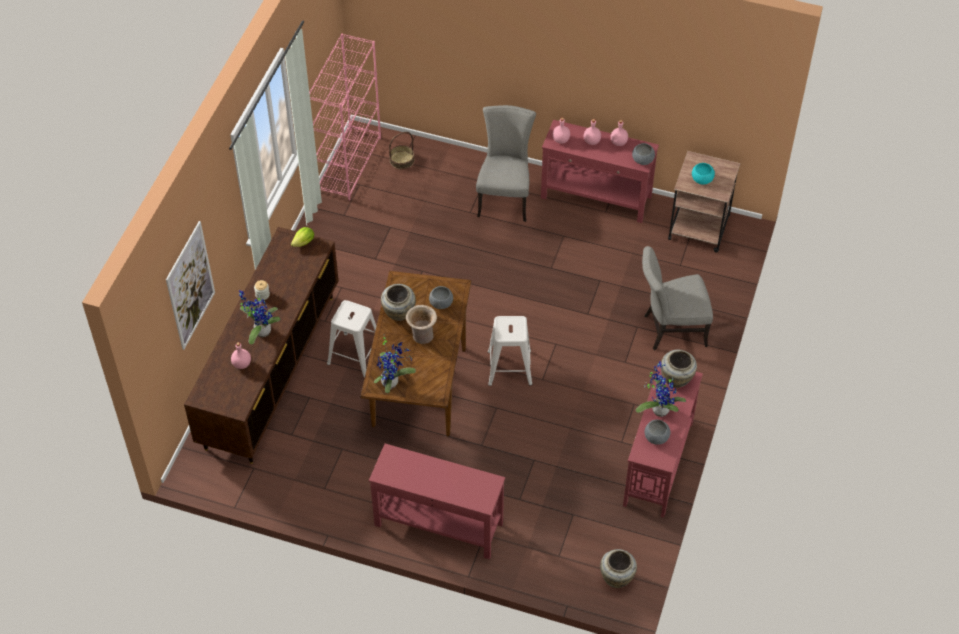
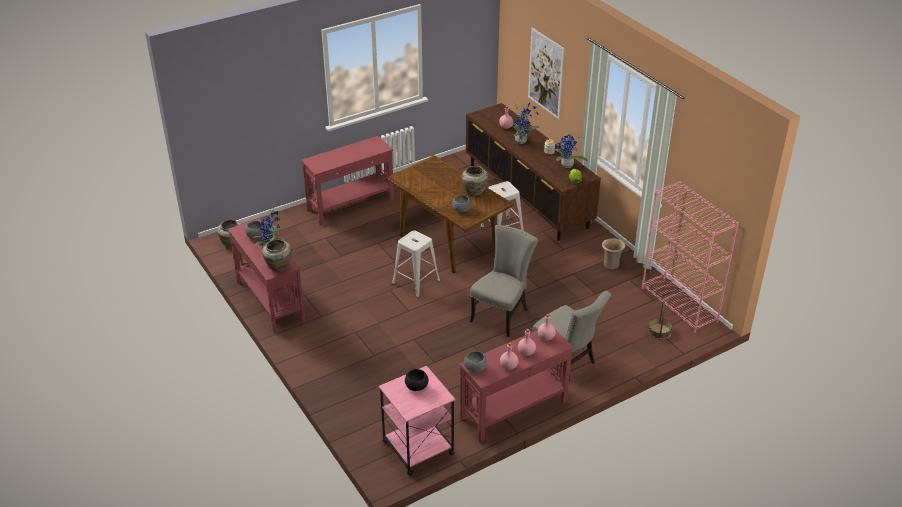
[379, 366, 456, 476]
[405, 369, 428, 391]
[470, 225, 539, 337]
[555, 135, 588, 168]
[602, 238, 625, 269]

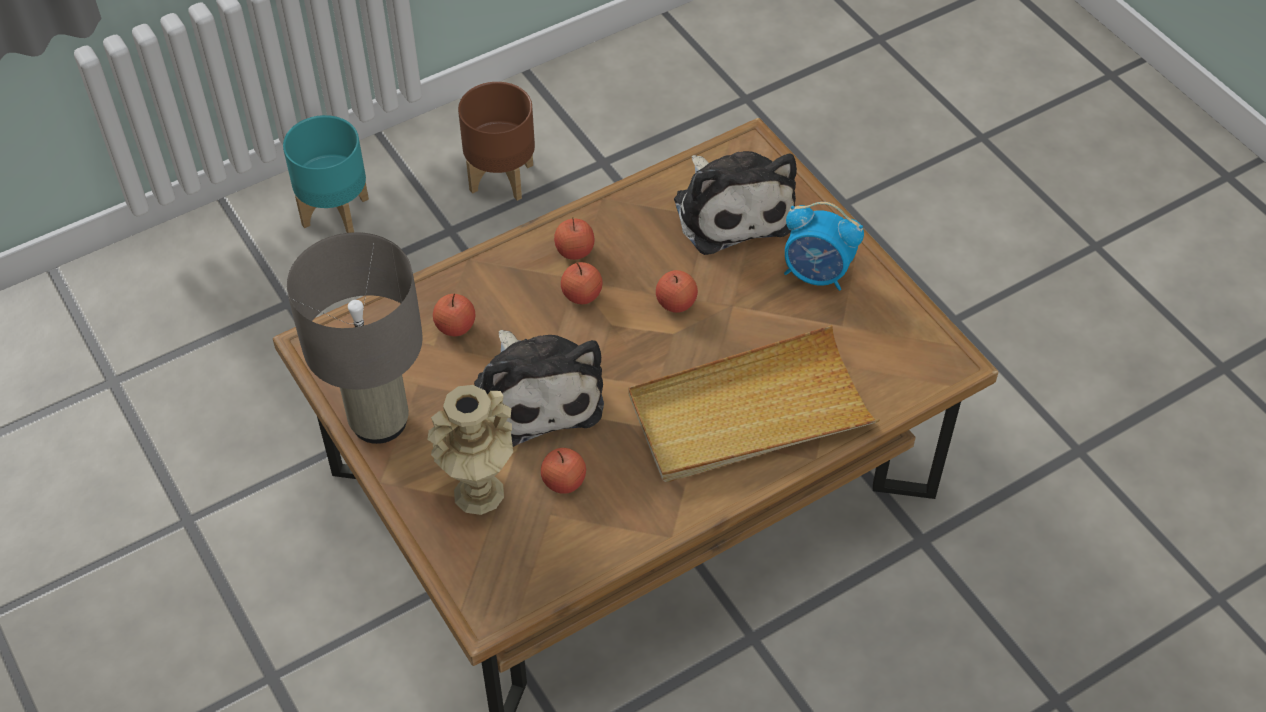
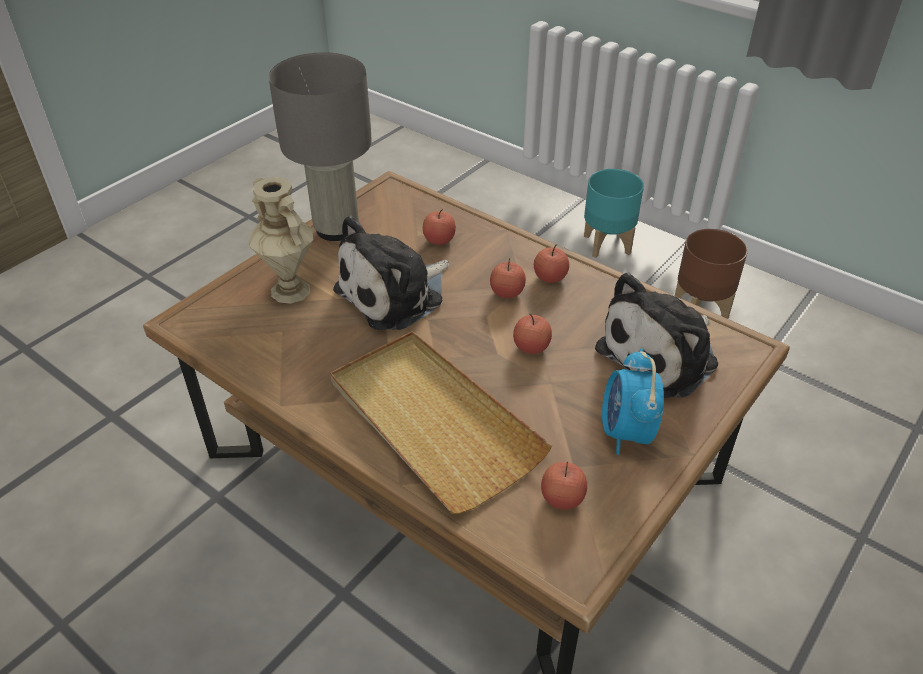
[541, 462, 587, 510]

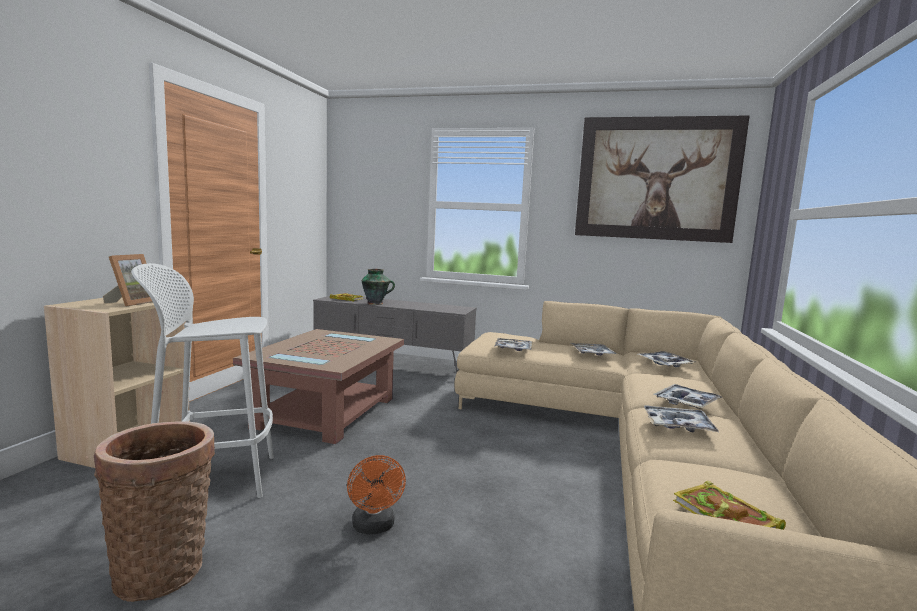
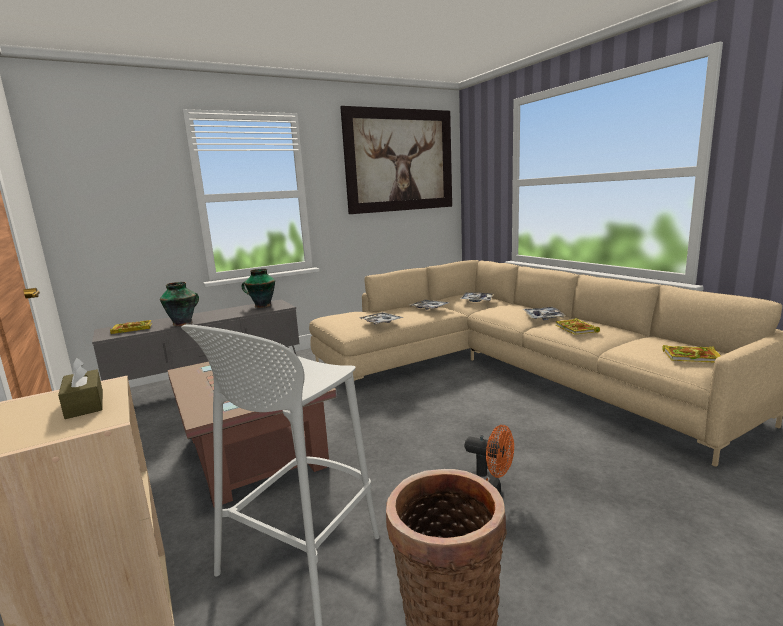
[58, 357, 103, 419]
[242, 269, 275, 308]
[555, 318, 600, 335]

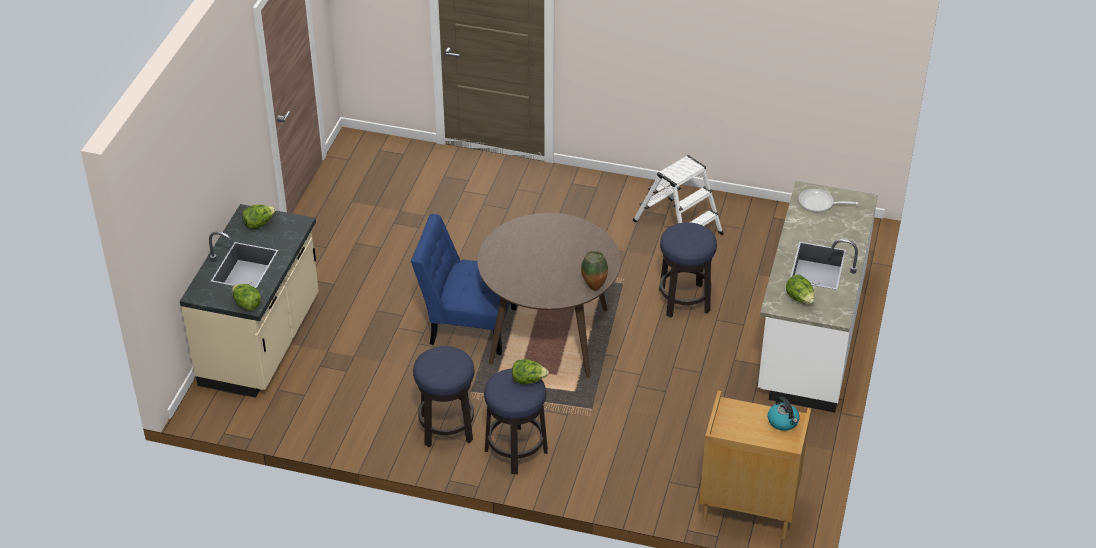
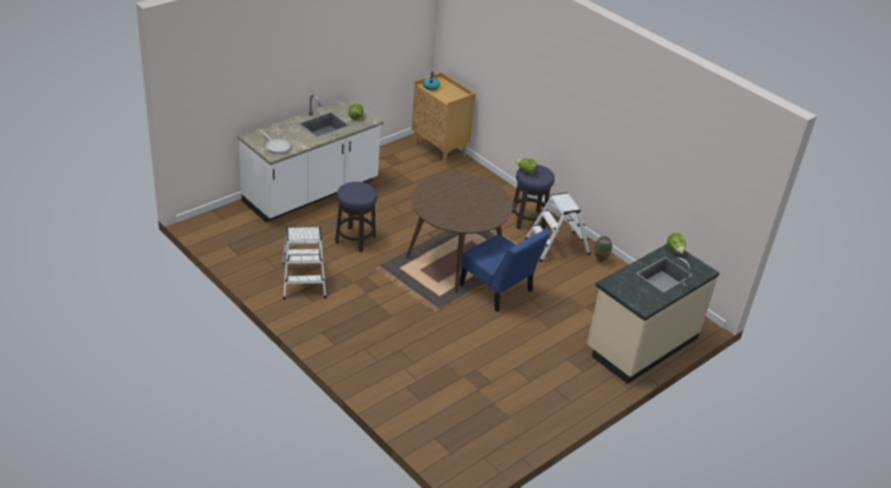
[525, 192, 591, 262]
[594, 236, 612, 262]
[242, 205, 276, 229] (first image)

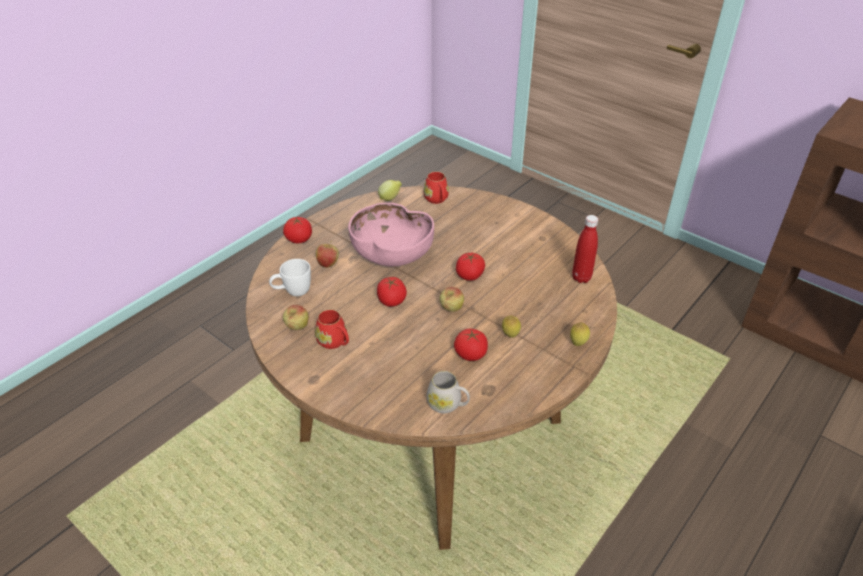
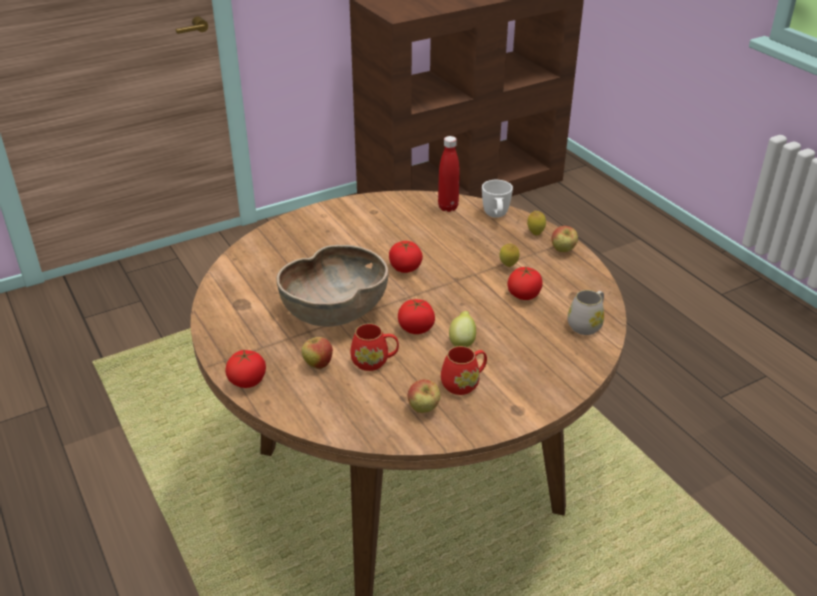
[277, 245, 389, 327]
[351, 323, 399, 371]
[449, 311, 476, 347]
[482, 180, 513, 218]
[552, 226, 578, 252]

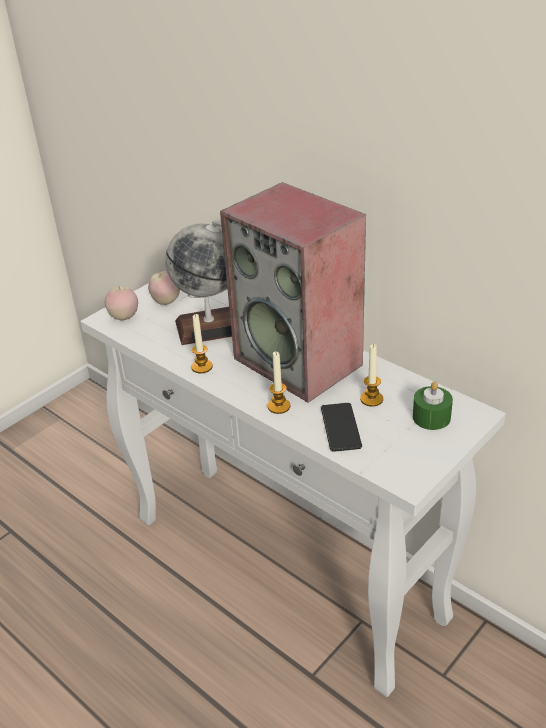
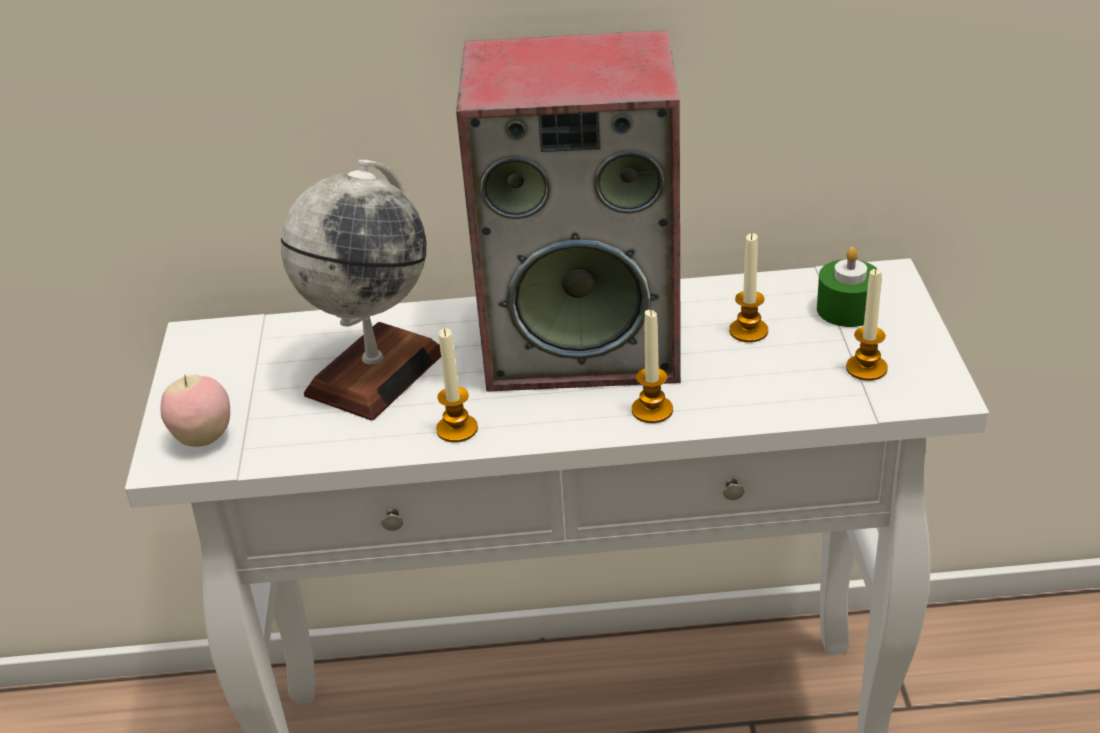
[846, 268, 888, 381]
[148, 271, 180, 305] (first image)
[321, 403, 362, 452] (first image)

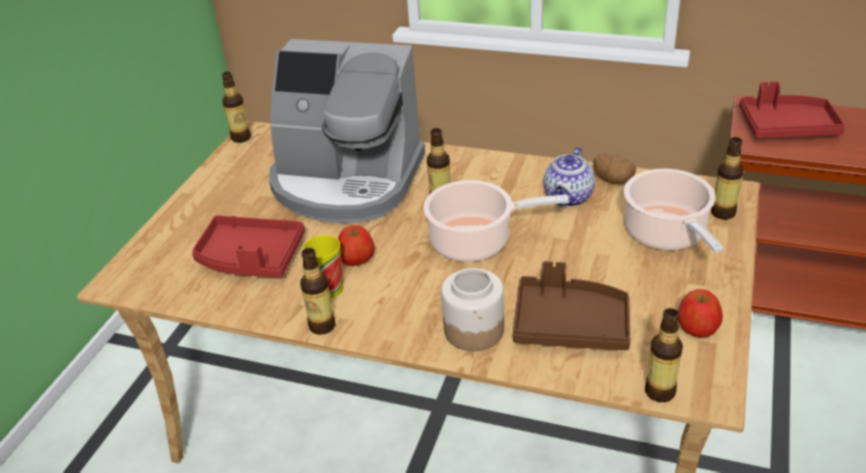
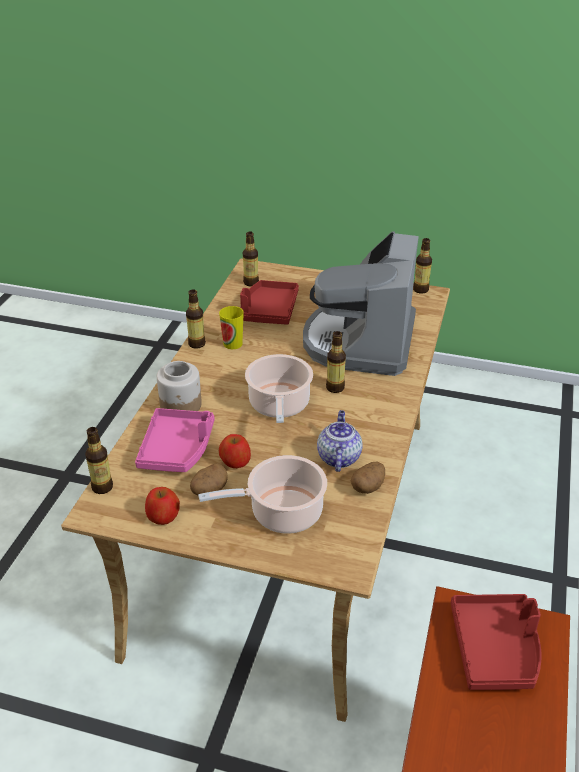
[135, 408, 214, 472]
[190, 463, 228, 495]
[219, 434, 251, 468]
[243, 232, 259, 286]
[317, 410, 362, 472]

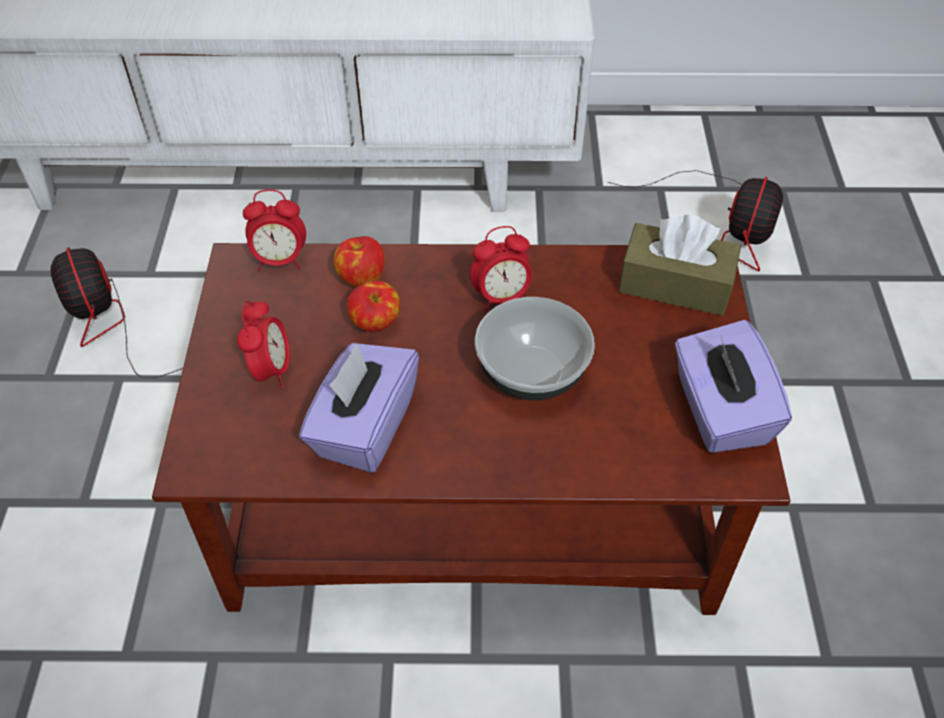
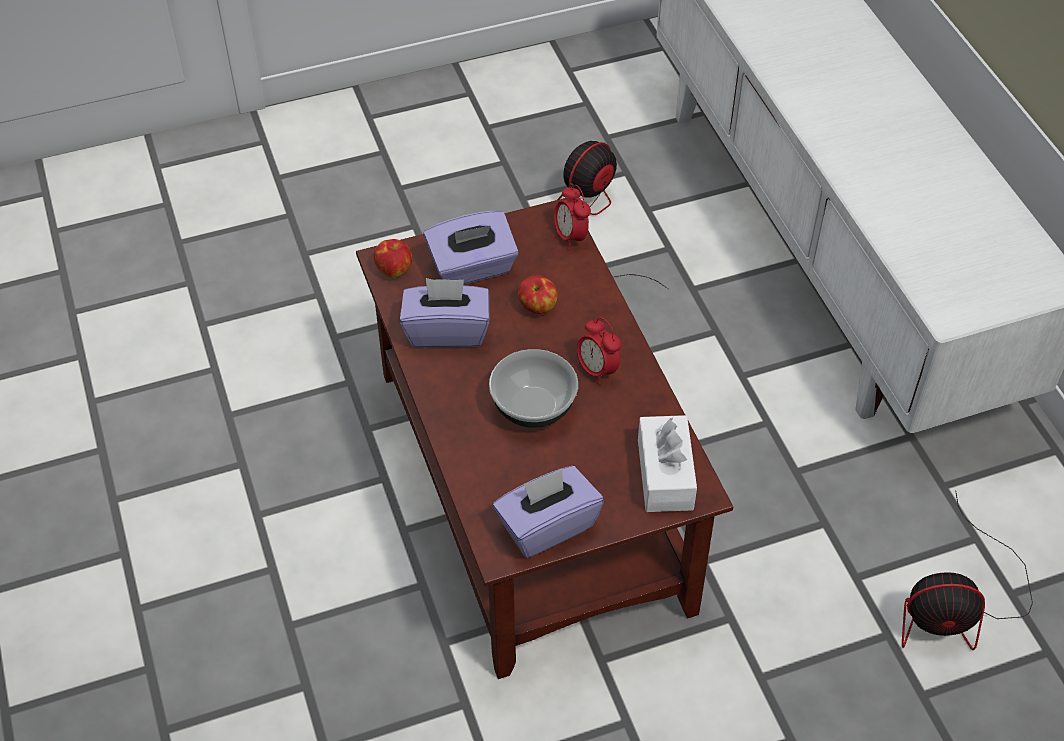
[374, 239, 412, 278]
[423, 211, 518, 285]
[638, 415, 697, 512]

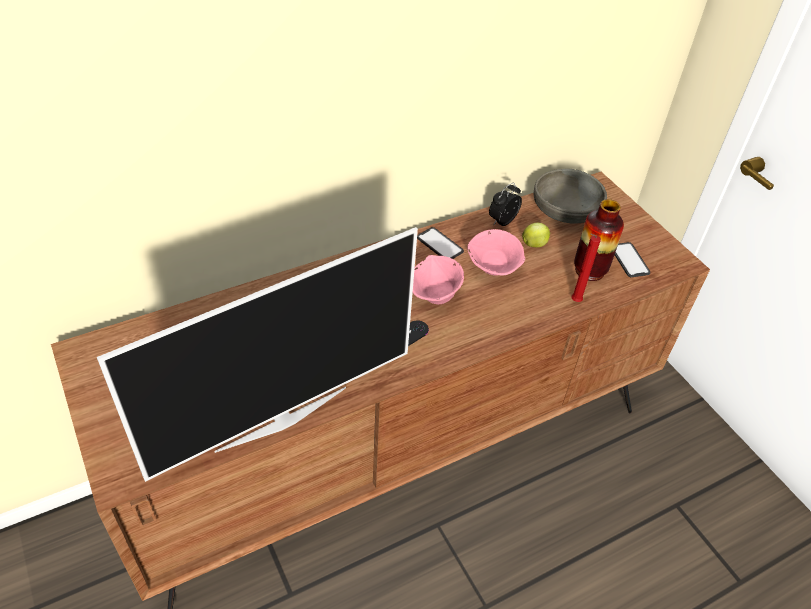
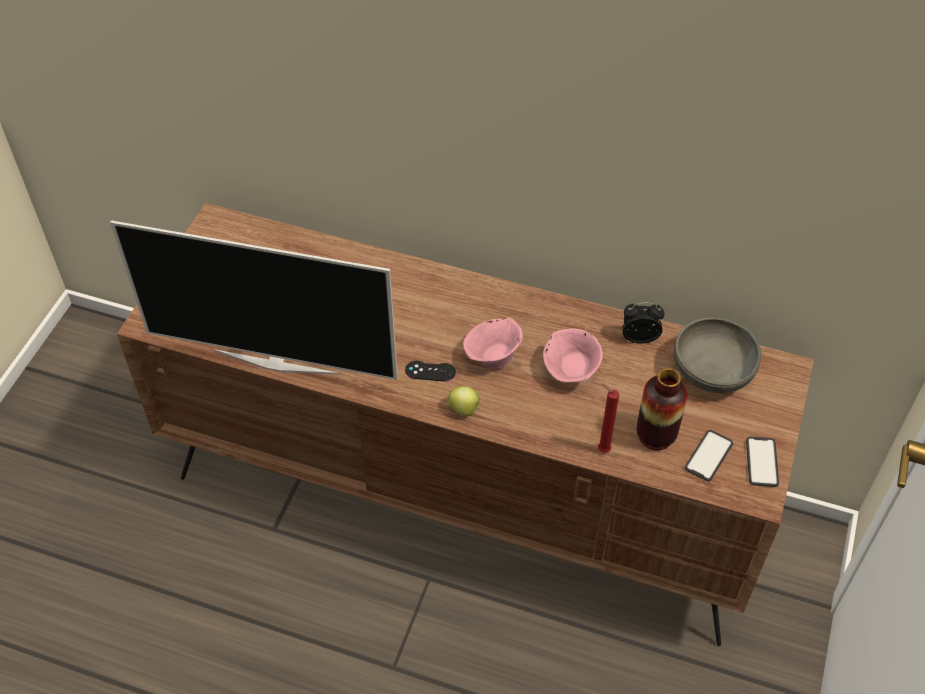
[448, 386, 480, 416]
[746, 437, 779, 487]

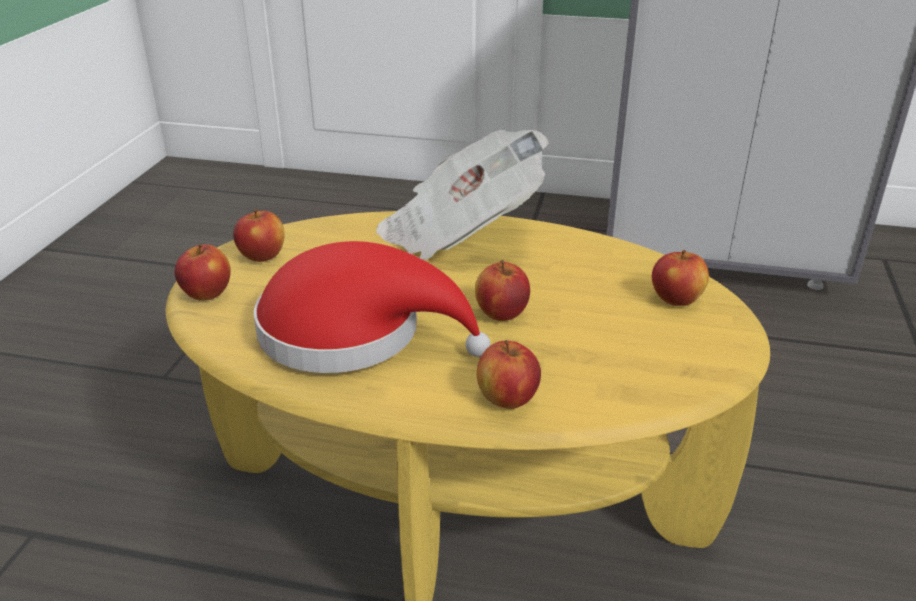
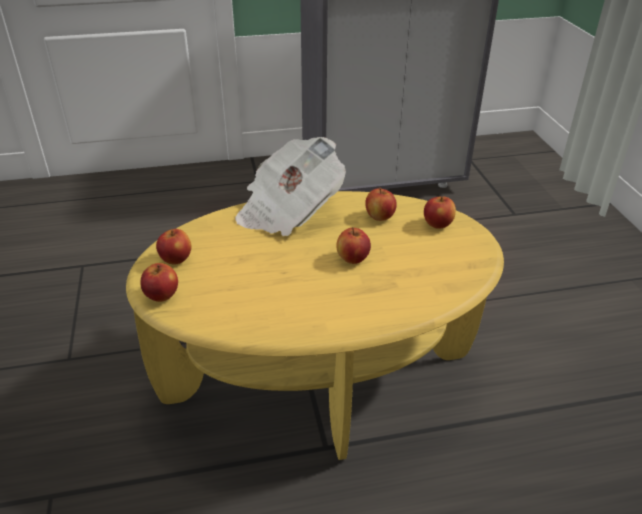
[365, 187, 397, 221]
[254, 241, 491, 373] (first image)

